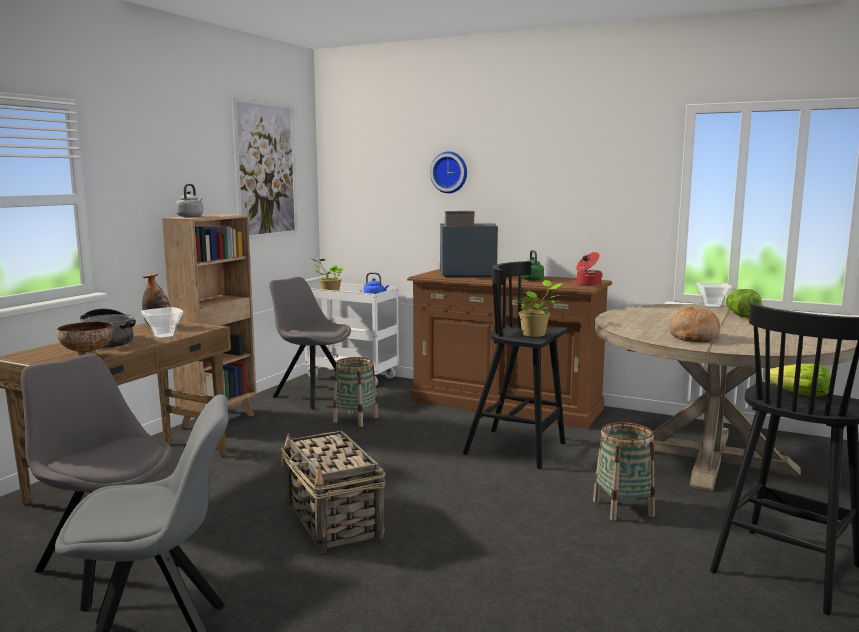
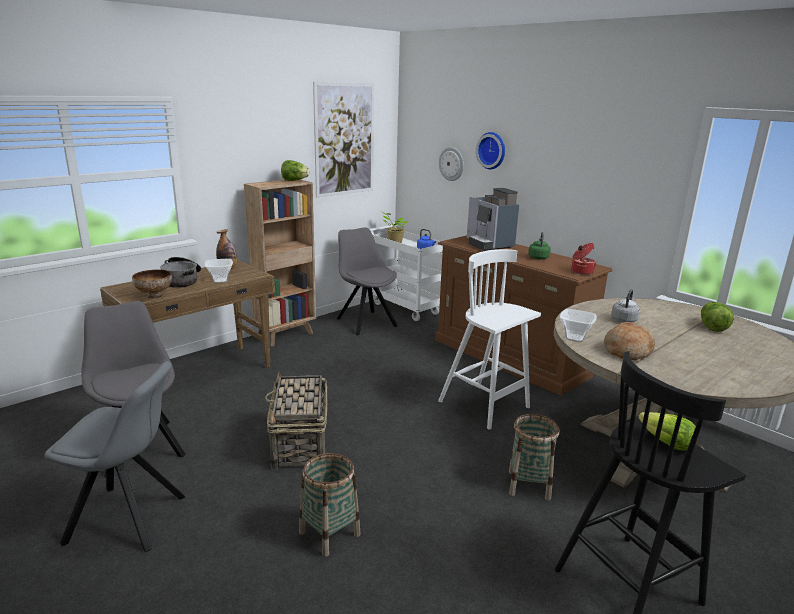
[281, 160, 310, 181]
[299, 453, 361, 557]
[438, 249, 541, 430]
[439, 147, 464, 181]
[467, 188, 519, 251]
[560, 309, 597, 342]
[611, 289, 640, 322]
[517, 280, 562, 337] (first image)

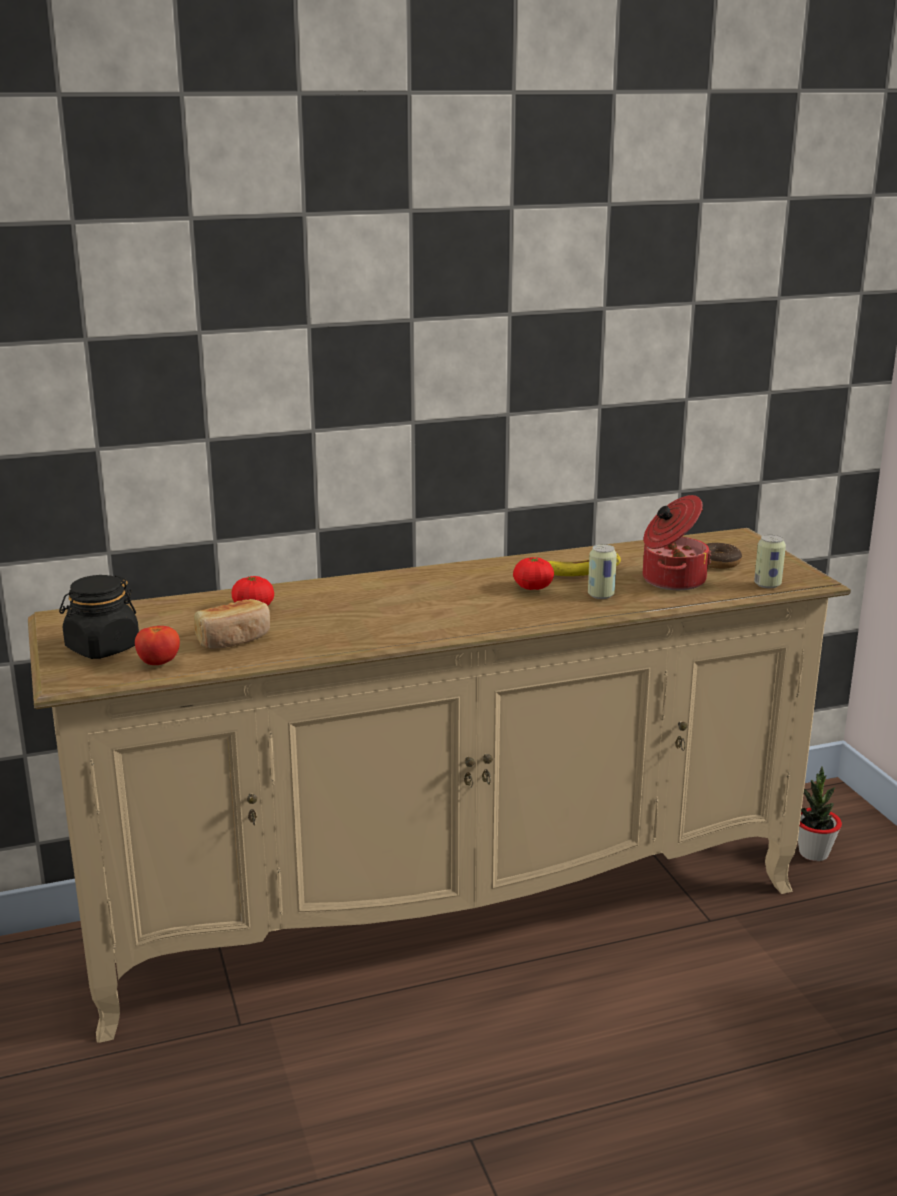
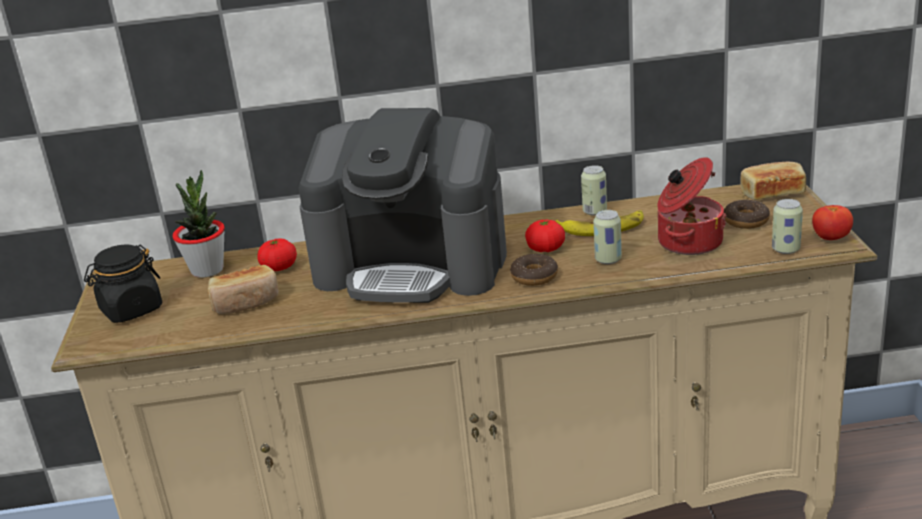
[172, 170, 225, 278]
[299, 108, 507, 303]
[510, 254, 558, 286]
[581, 165, 607, 216]
[740, 162, 806, 200]
[812, 205, 853, 240]

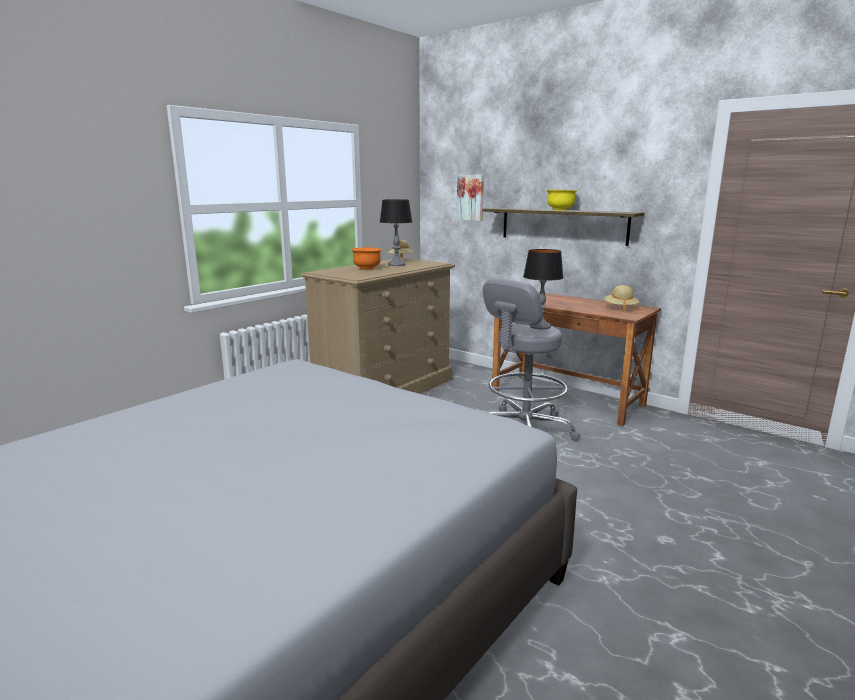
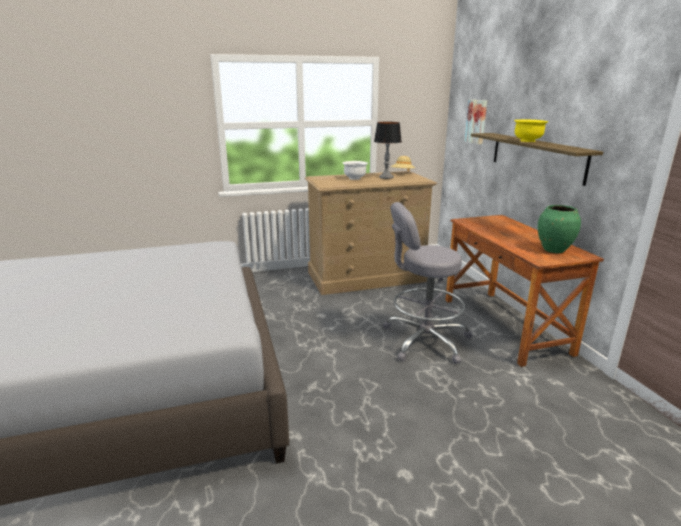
[343, 161, 368, 180]
[538, 205, 581, 253]
[523, 249, 563, 329] (first image)

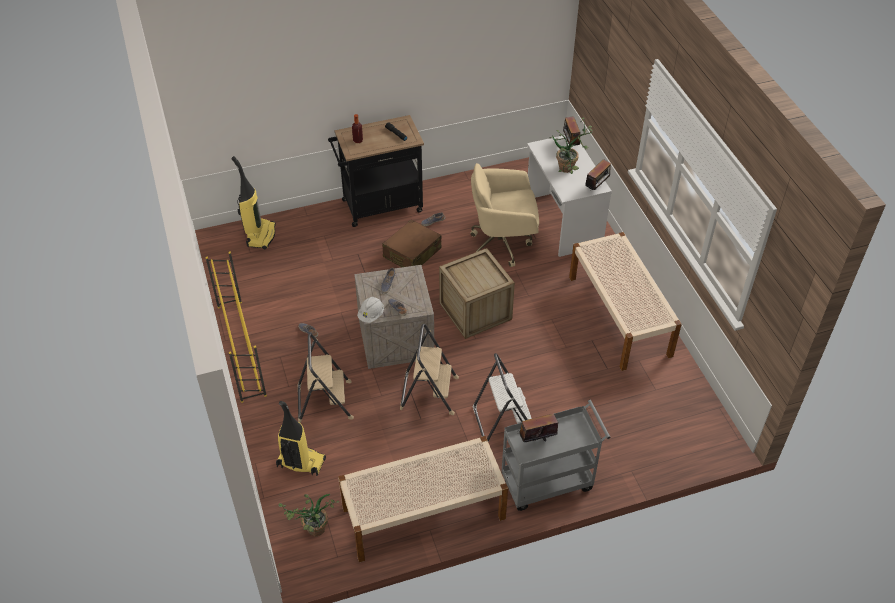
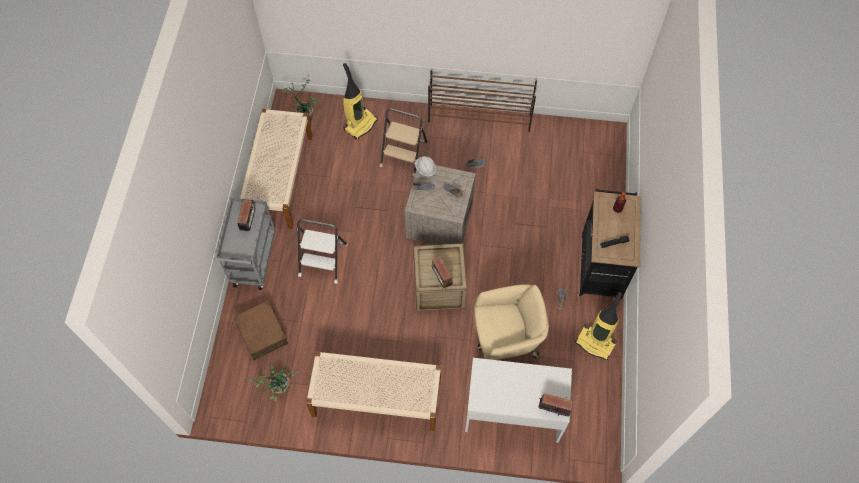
[233, 301, 288, 360]
[249, 366, 298, 401]
[428, 70, 537, 132]
[432, 256, 453, 288]
[474, 284, 549, 361]
[575, 292, 623, 360]
[400, 324, 459, 415] (first image)

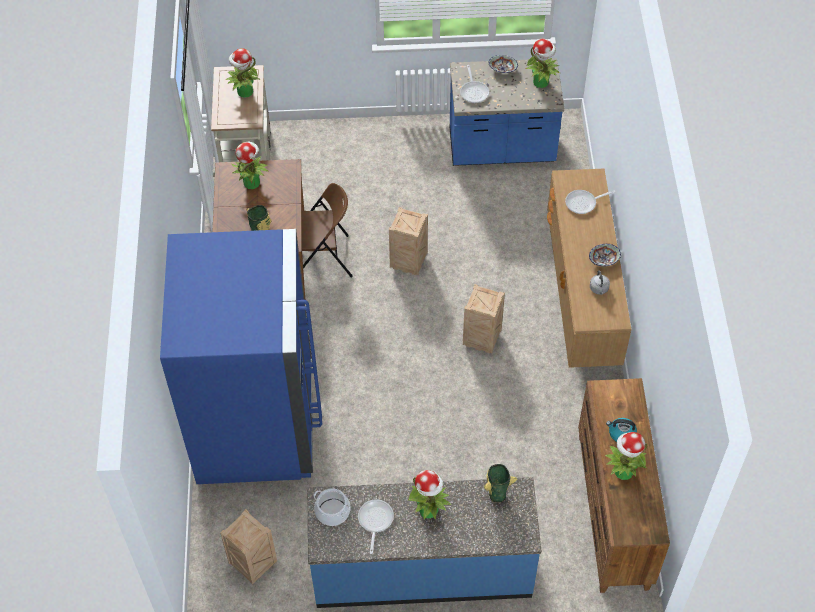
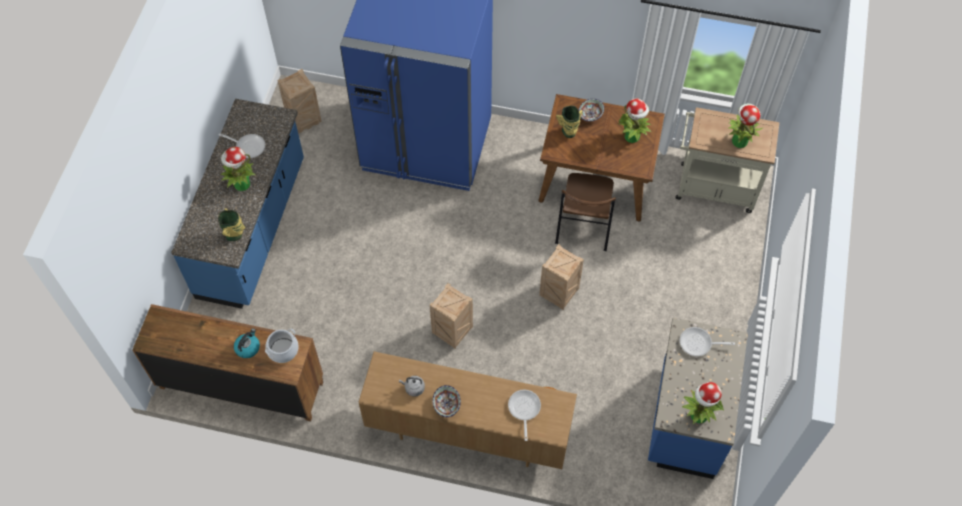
[265, 329, 299, 363]
[579, 99, 604, 122]
[605, 432, 647, 480] (first image)

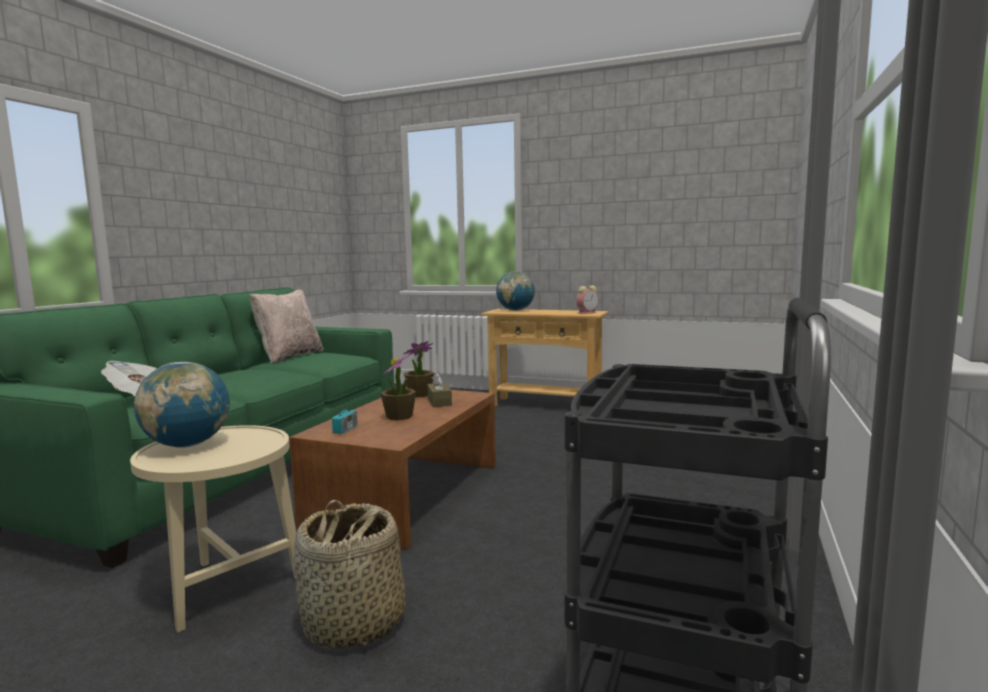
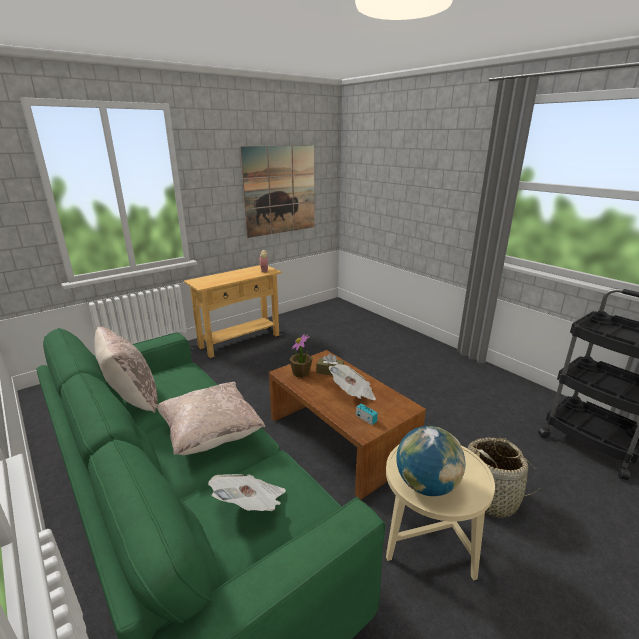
[157, 382, 265, 455]
[241, 145, 315, 238]
[329, 364, 376, 400]
[496, 272, 535, 311] (first image)

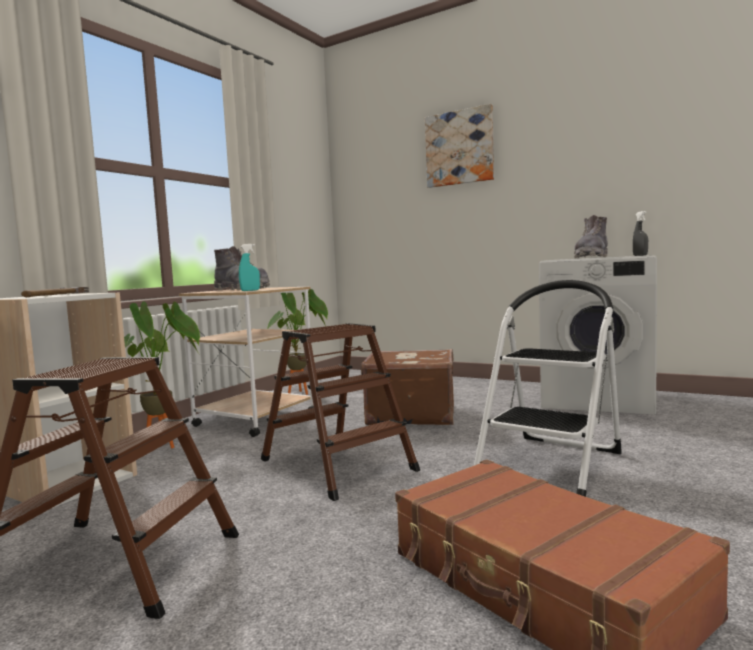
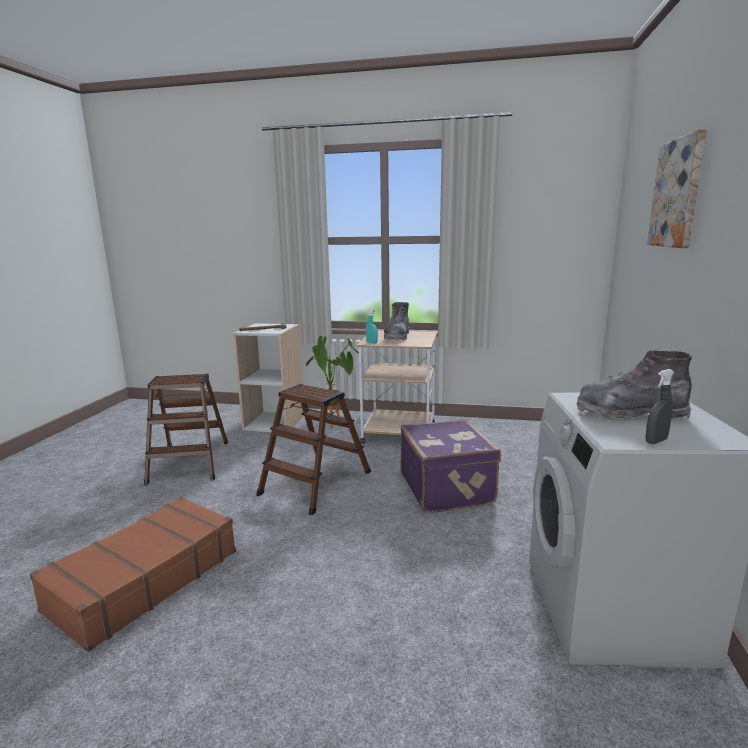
[400, 419, 501, 513]
[267, 289, 328, 395] (first image)
[474, 280, 622, 497] (first image)

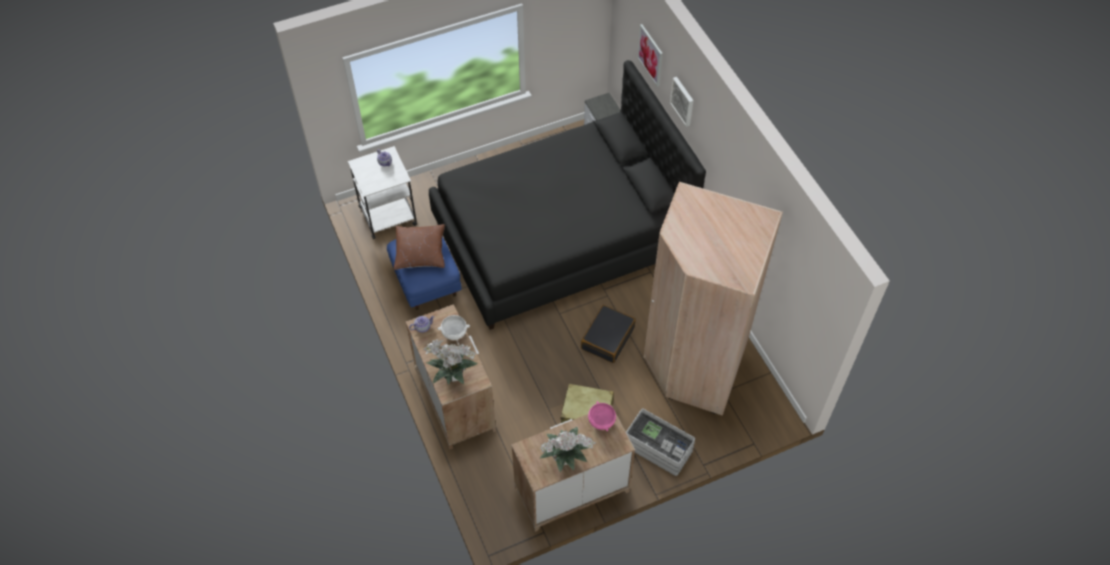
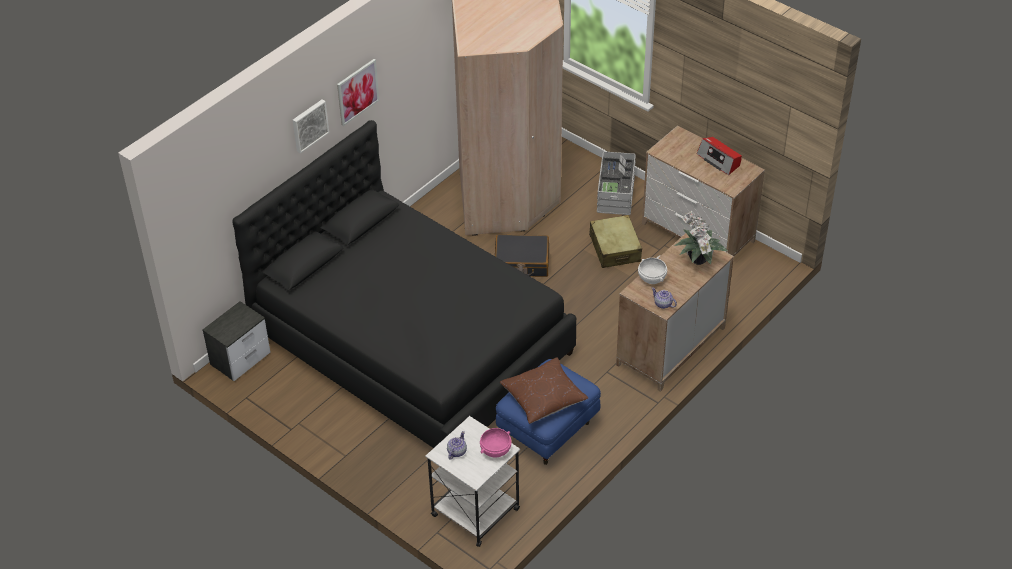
[337, 59, 379, 126]
[480, 428, 512, 458]
[696, 137, 742, 175]

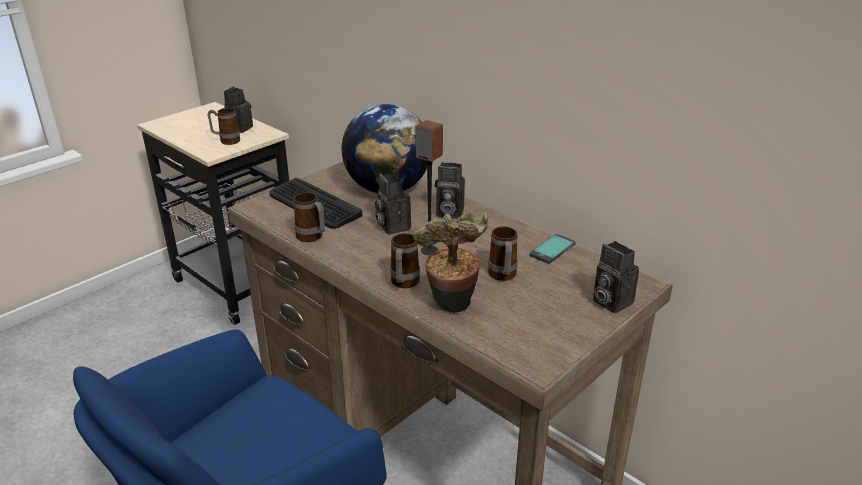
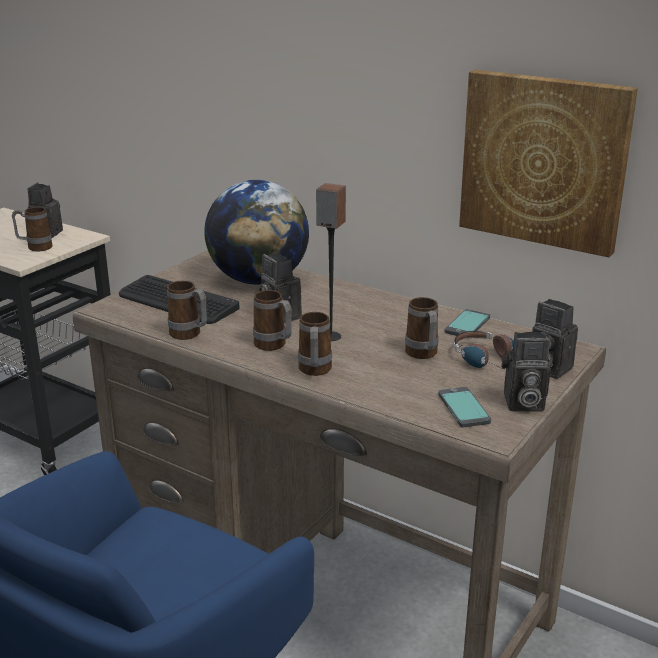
[253, 290, 292, 351]
[438, 387, 491, 428]
[454, 331, 514, 368]
[459, 70, 638, 257]
[501, 332, 551, 412]
[413, 210, 488, 313] (first image)

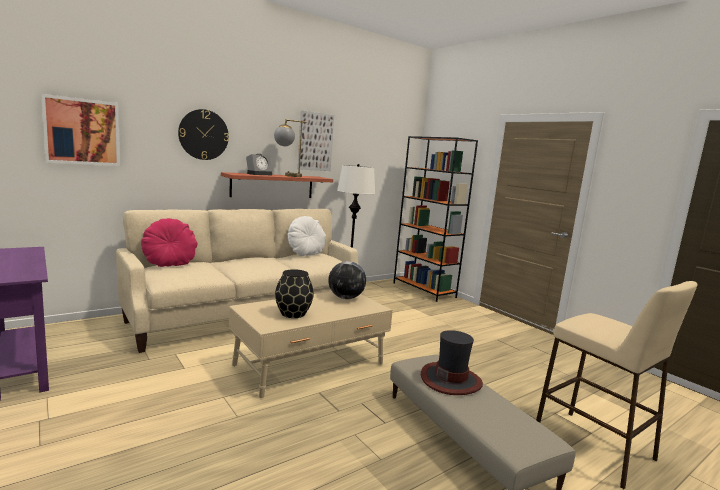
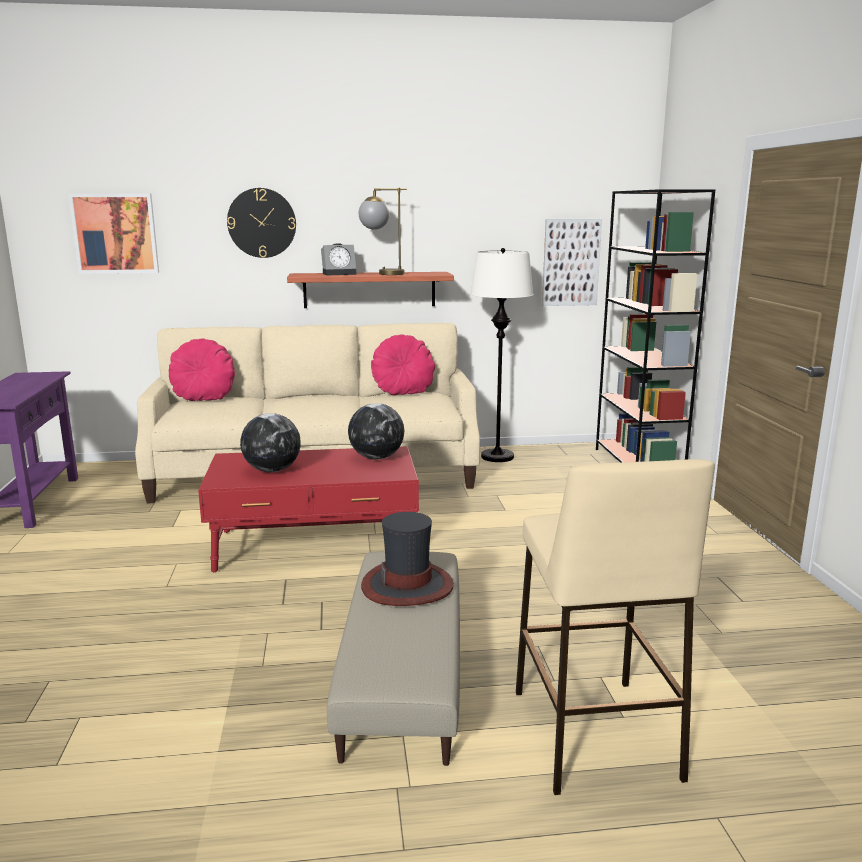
[198, 446, 419, 572]
[240, 413, 301, 472]
[371, 334, 435, 395]
[542, 219, 602, 306]

